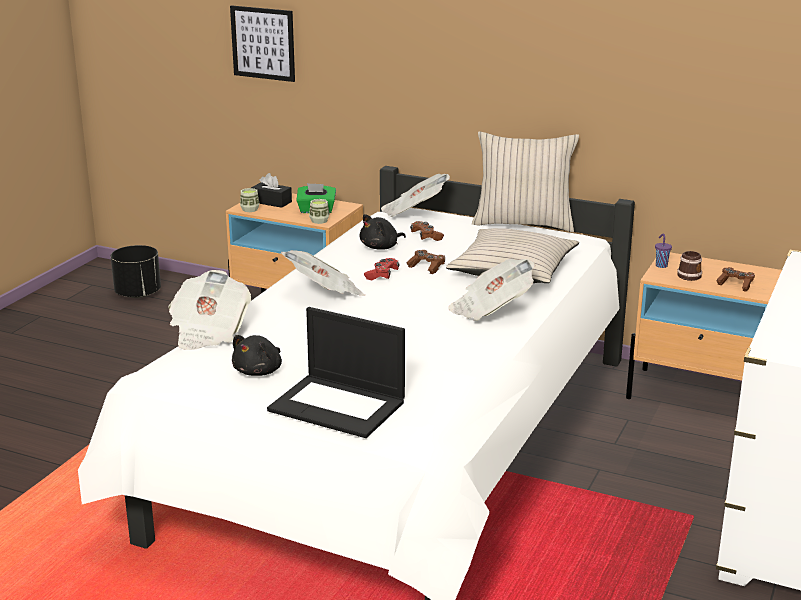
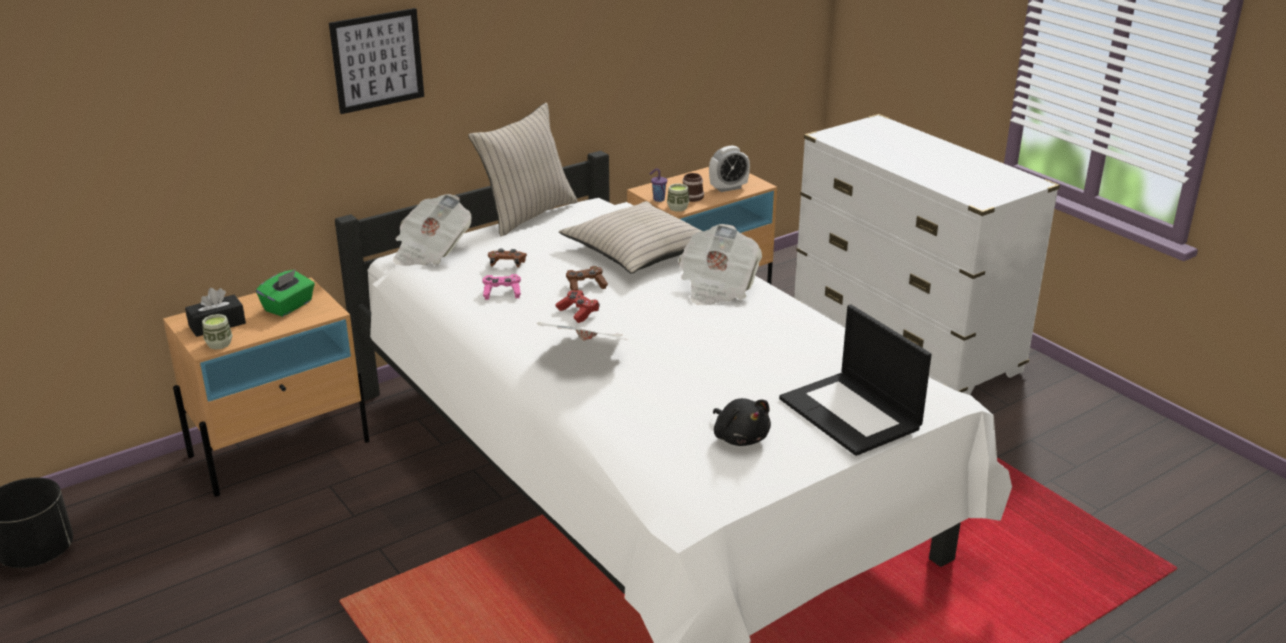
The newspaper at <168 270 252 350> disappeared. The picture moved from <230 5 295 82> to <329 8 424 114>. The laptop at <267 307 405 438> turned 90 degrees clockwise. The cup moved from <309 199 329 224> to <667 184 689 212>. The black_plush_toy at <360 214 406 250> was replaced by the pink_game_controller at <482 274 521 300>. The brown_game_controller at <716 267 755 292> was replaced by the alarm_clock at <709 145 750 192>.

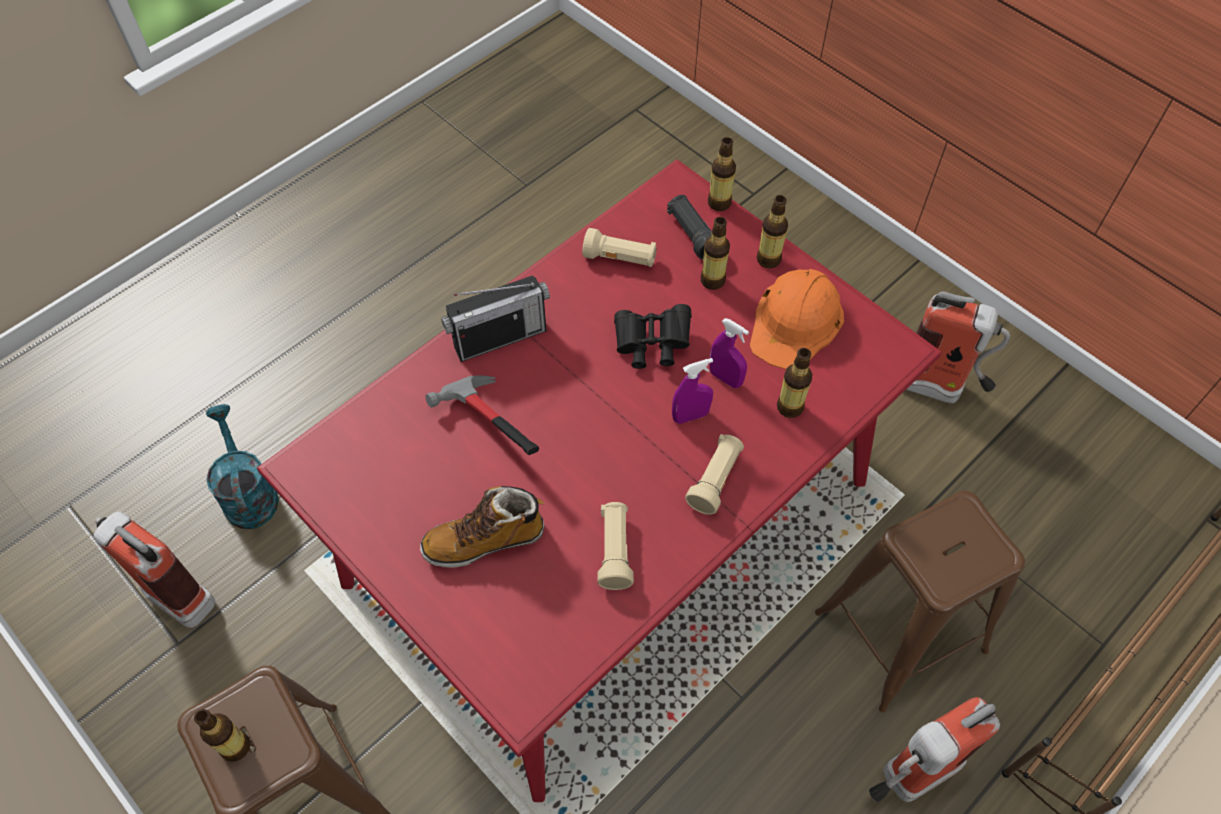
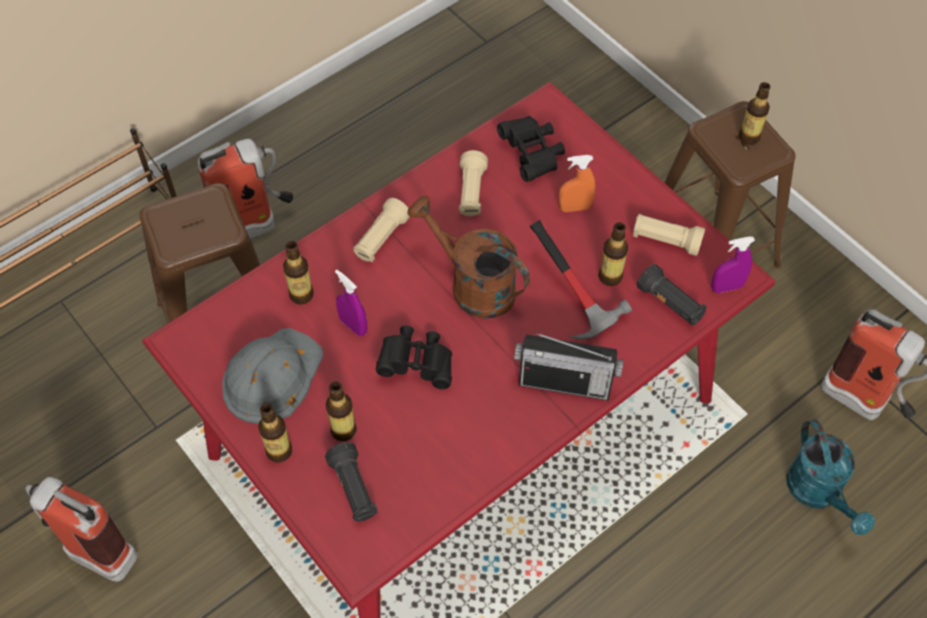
The boot at <420 486 545 568> was replaced by the orange_spray_bottle at <559 155 595 212>. The radio at <441 276 550 362> turned 150 degrees counterclockwise. The beige_flashlight moved from <582 228 656 267> to <633 214 705 256>. The purple_spray_bottle moved from <672 358 713 424> to <711 236 755 293>. The bottle moved from <708 137 736 211> to <599 222 628 286>. The orange_hard_hat at <750 269 844 369> became the grey_hard_hat at <222 328 323 424>. The brown_watering_can at <407 196 530 319> appeared. The black_binoculars at <497 116 565 182> appeared. The black_flashlight at <637 264 707 326> appeared.

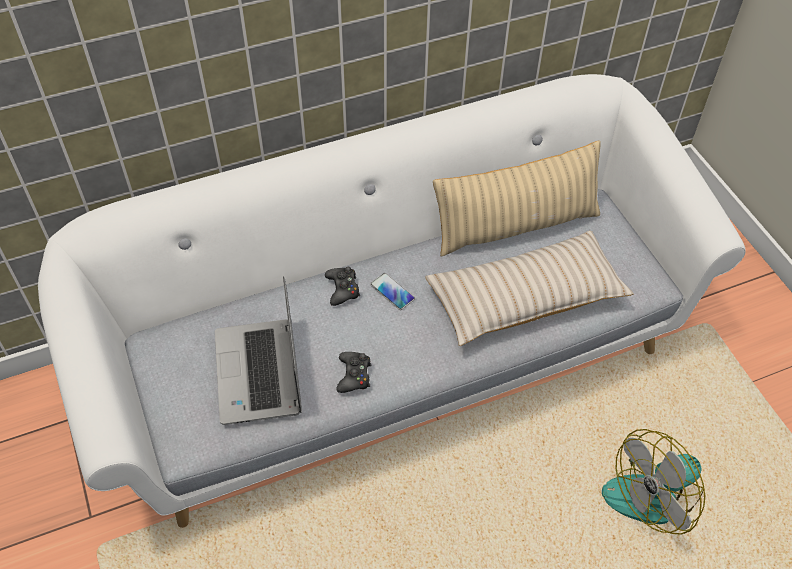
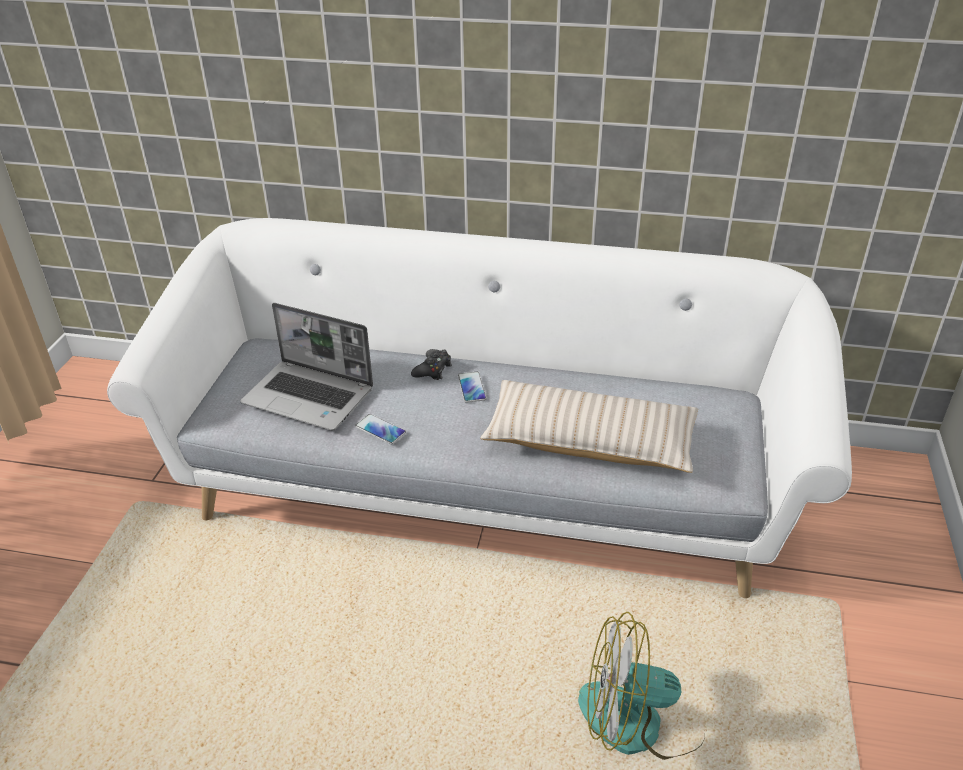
The laptop at <215 276 302 425> turned 90 degrees counterclockwise. The black_game_controller at <336 352 371 393> was replaced by the phone at <355 414 406 444>. The beige_pillow at <433 140 601 256> disappeared.

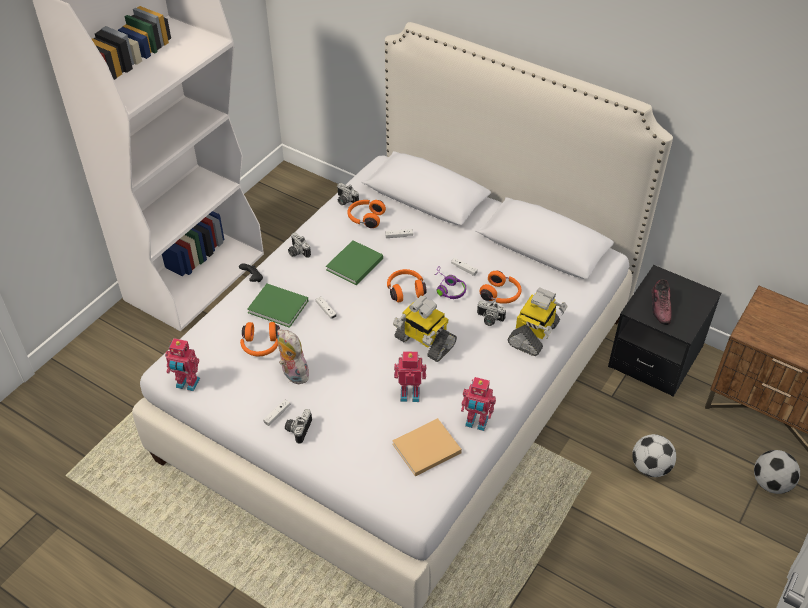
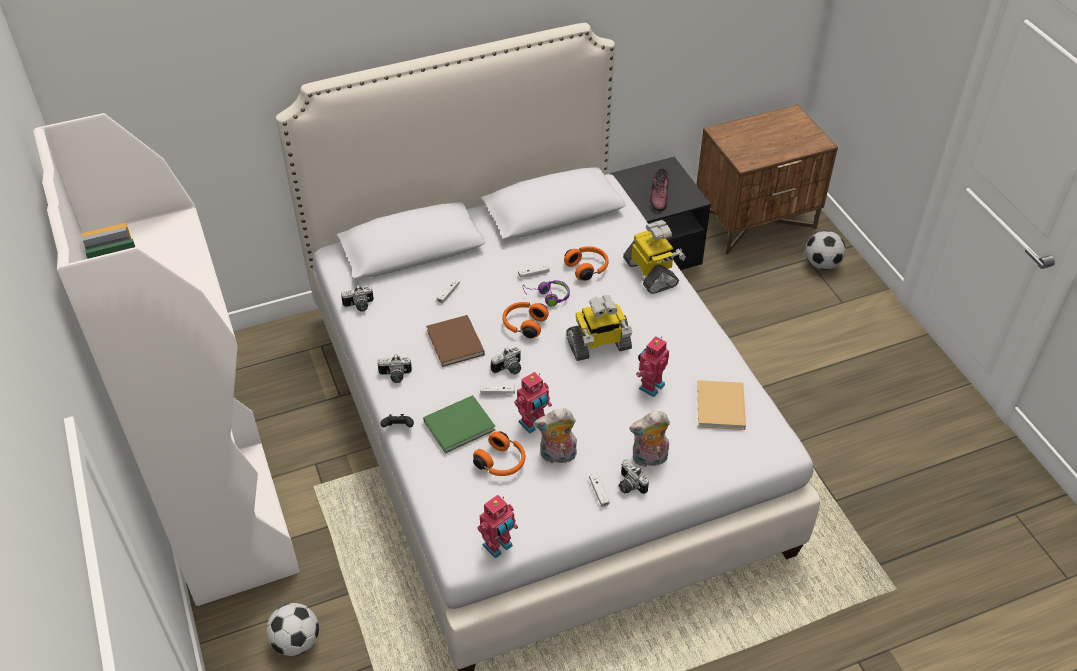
The green_book at <326 240 383 285> became the brown_book at <426 315 485 367>. The orange_headphones at <347 200 386 228> disappeared. The toy_robot moved from <461 377 496 431> to <515 372 552 434>. The photo_camera moved from <477 301 506 326> to <491 347 521 375>. The football moved from <632 434 676 477> to <266 603 319 656>. The shoe at <651 279 672 325> turned 60 degrees clockwise. The plush_toy at <629 411 670 467> appeared.

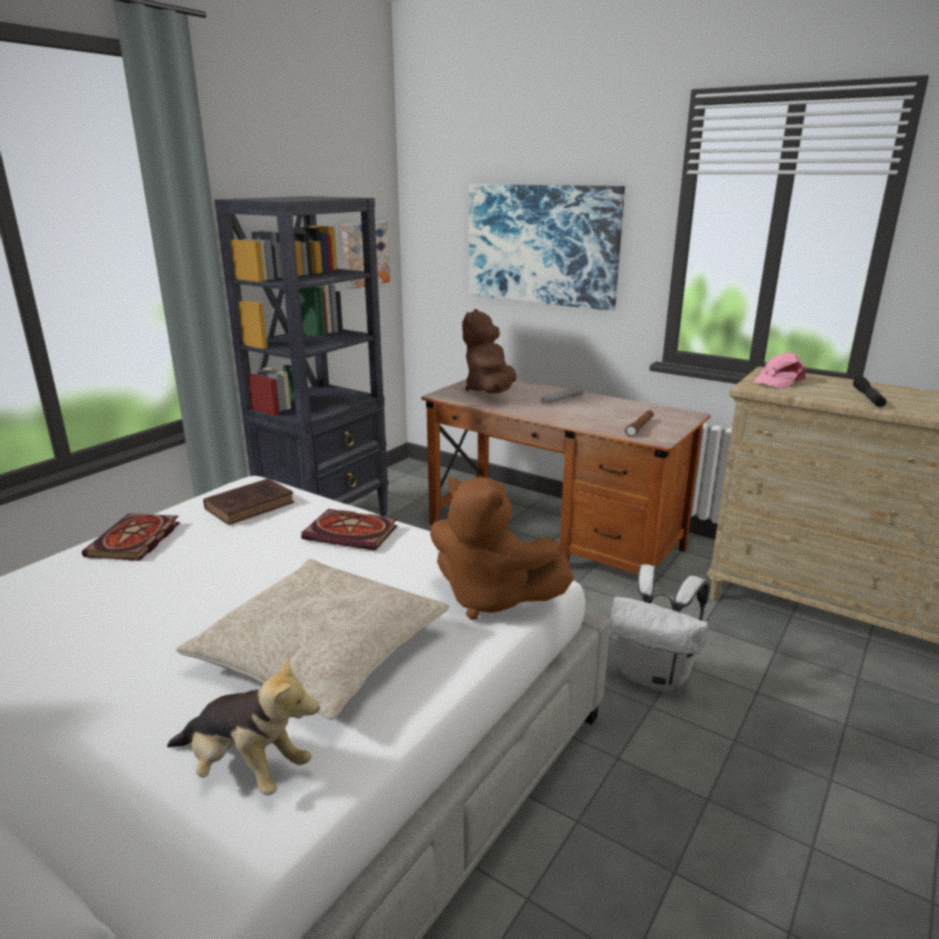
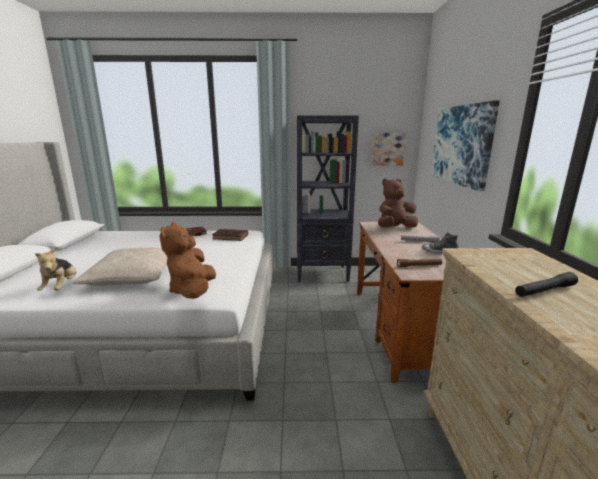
The book at <301 509 398 551> disappeared. The white_backpack at <610 565 709 692> disappeared. The pink_cap at <753 352 806 389> disappeared. The shoe at <422 232 458 254> appeared.

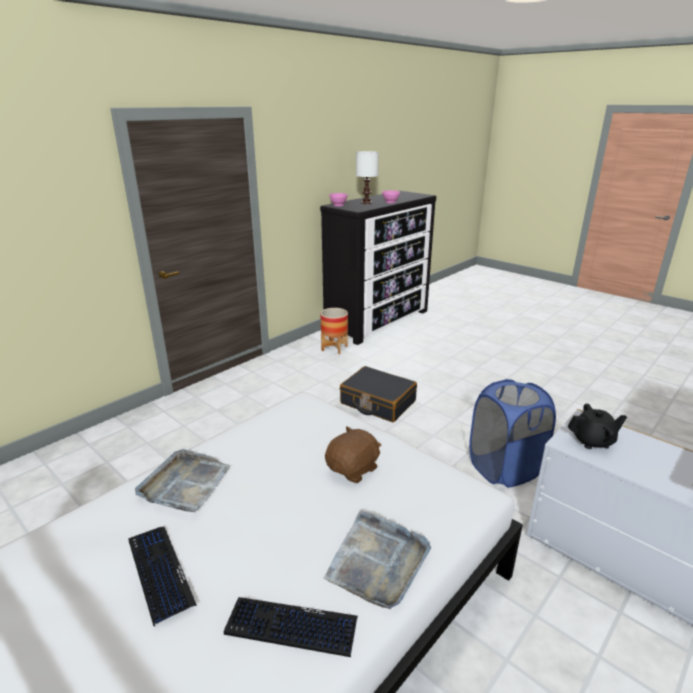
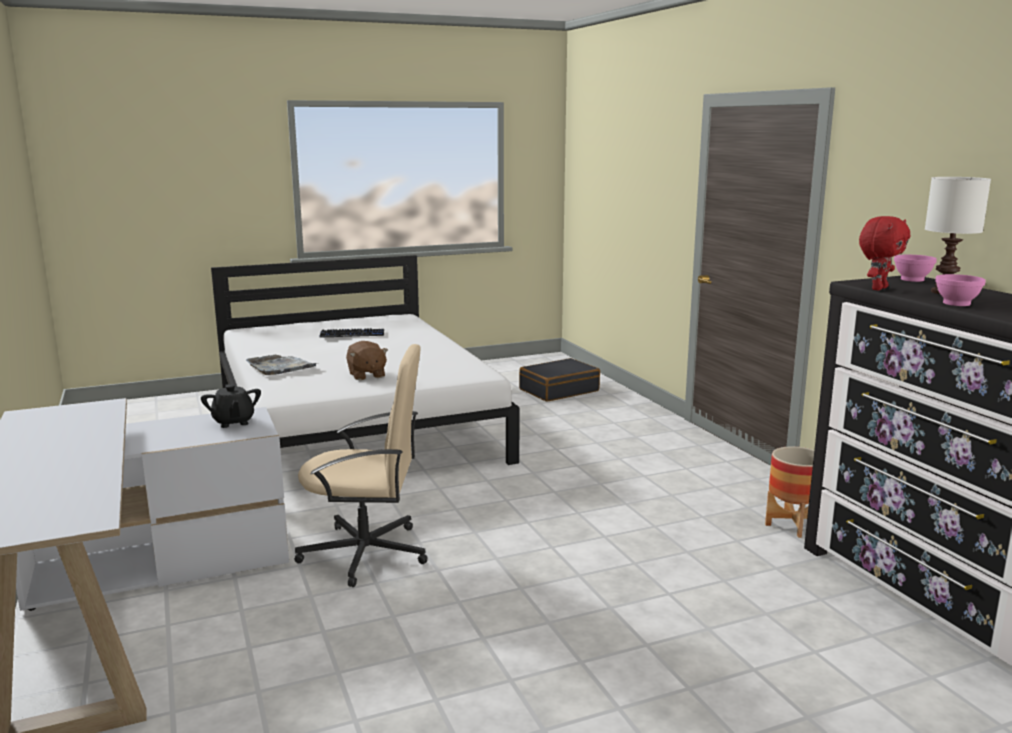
The grey_tray at <135 449 230 512> disappeared. The keyboard at <224 597 358 657> disappeared. The black_suitcase moved from <340 366 417 422> to <519 358 600 402>. The blue_laundry_basket at <469 379 556 487> was replaced by the beige_office_chair at <294 344 428 587>. The black_teapot at <568 403 627 449> turned 45 degrees counterclockwise. The red_plush_toy at <859 216 910 290> appeared.

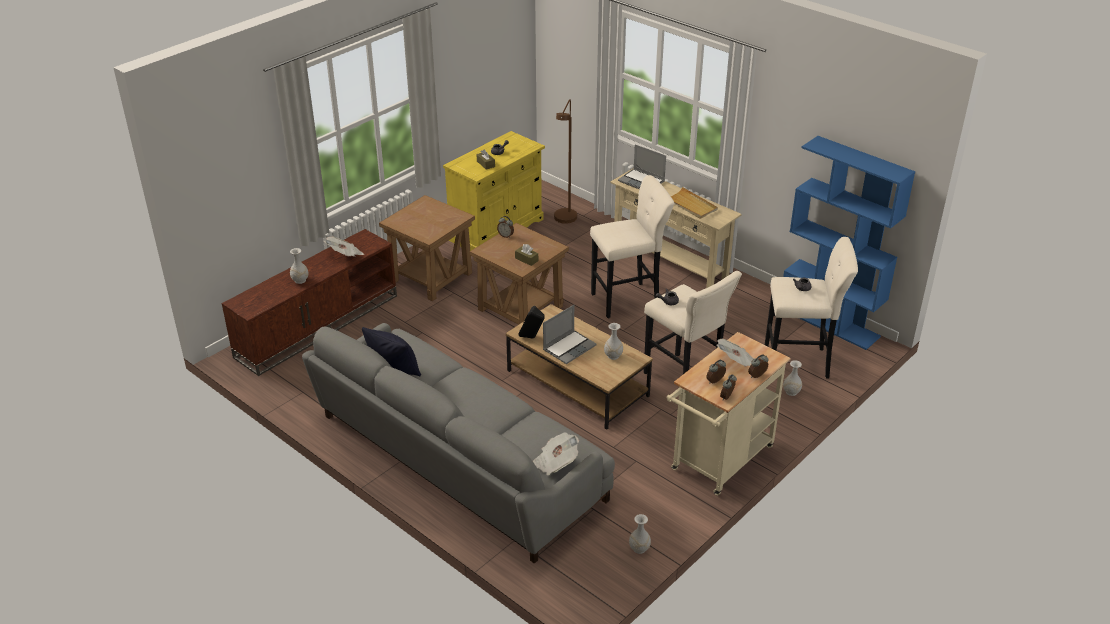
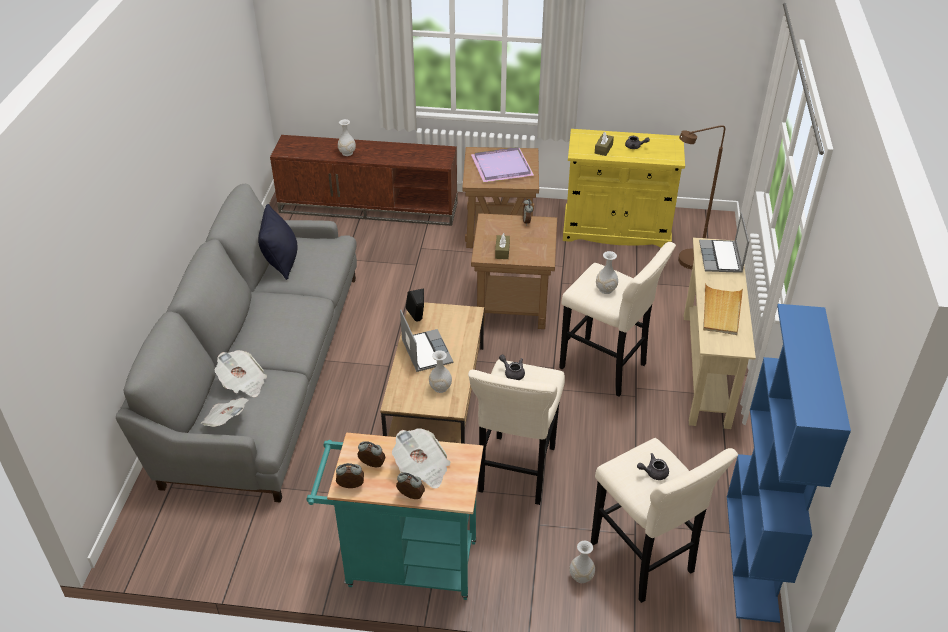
The newspaper moved from <324 237 364 257> to <214 350 267 397>. The laptop at <543 305 597 364> turned 120 degrees counterclockwise. The white_vase moved from <629 514 651 554> to <596 251 618 294>. The beige_cart at <666 332 790 496> became the turquoise_cart at <306 432 483 600>. The purple_tray at <471 147 534 183> appeared.

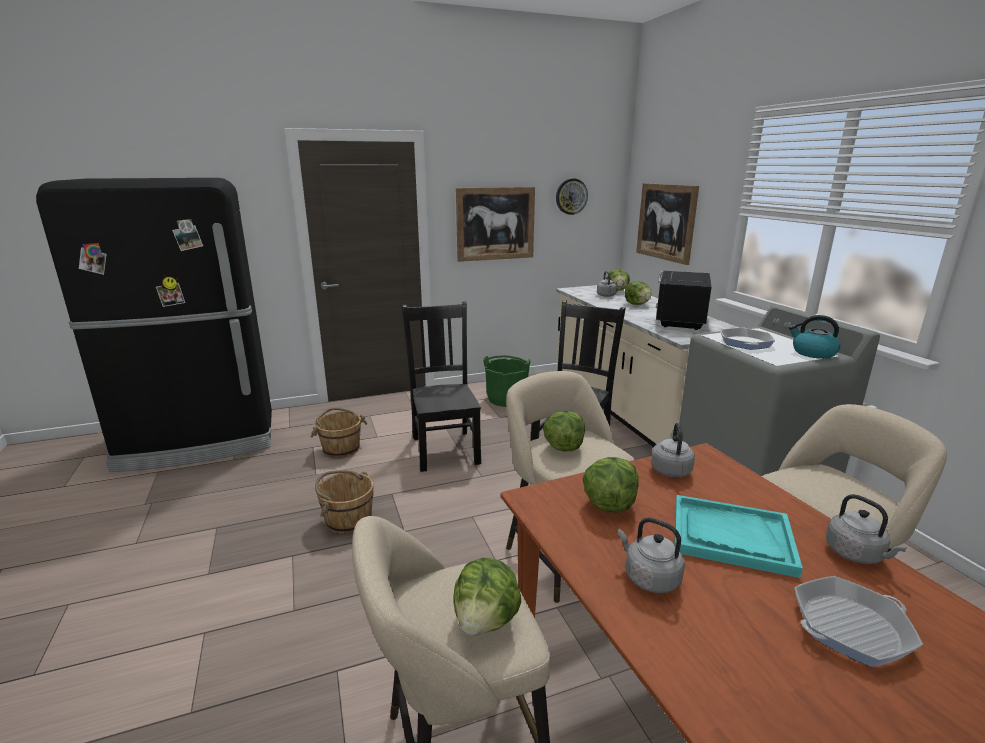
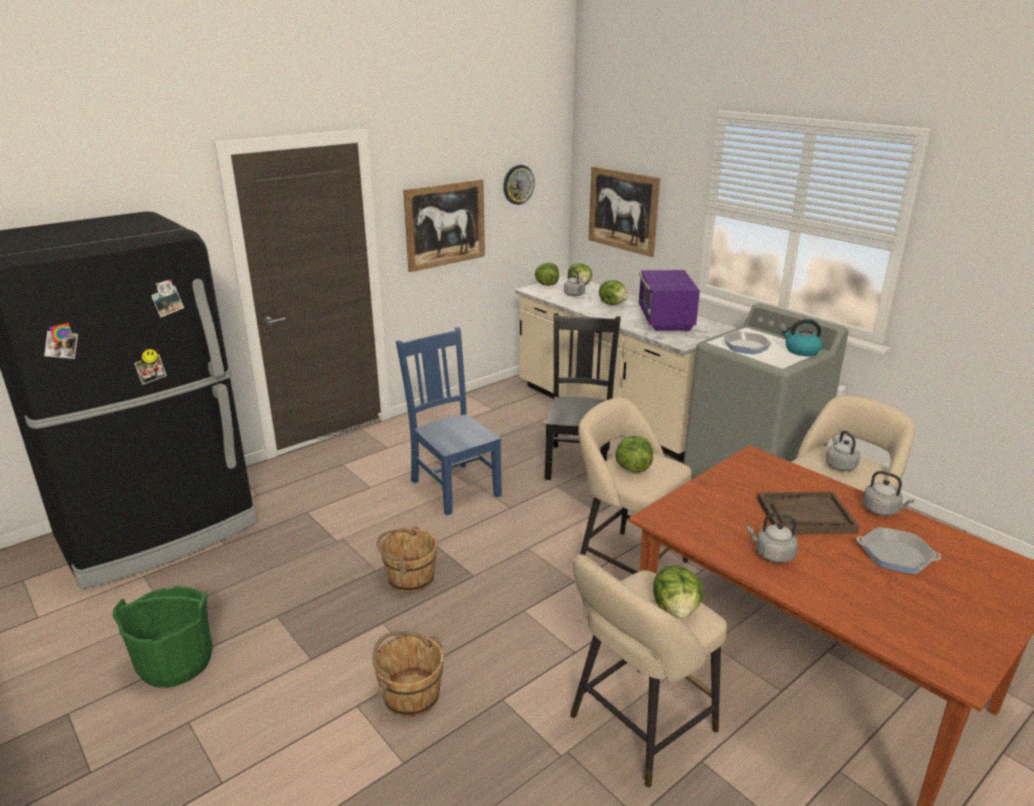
The brown_bucket moved from <311 408 367 458> to <372 631 444 717>. The black_chair at <402 301 481 472> became the blue_chair at <396 327 502 516>. The green_bucket moved from <483 355 530 407> to <113 586 213 688>. The lettuce moved from <583 457 639 513> to <535 262 559 286>. The grey_kettle moved from <651 423 695 478> to <826 431 860 471>. The black_microwave at <656 271 712 330> became the purple_microwave at <638 270 700 331>. The turquoise_tray at <674 495 803 578> became the brown_tray at <757 492 859 534>. The frying_pan at <794 576 923 667> turned 120 degrees counterclockwise.

